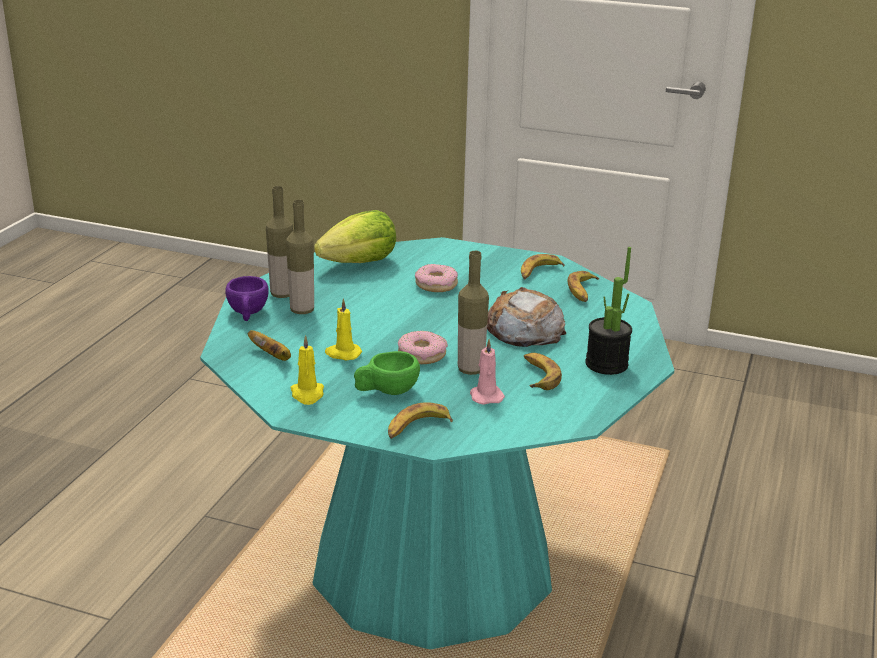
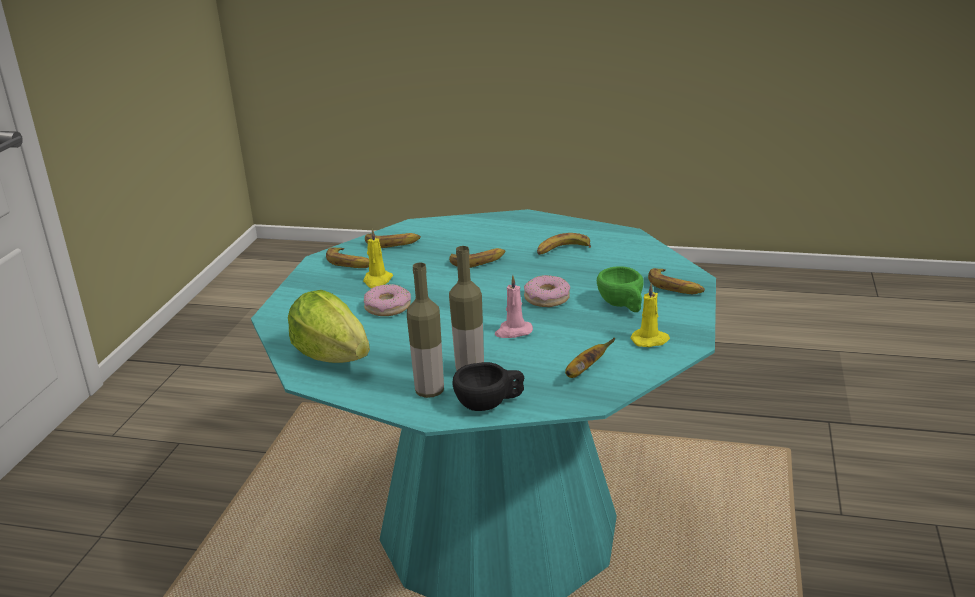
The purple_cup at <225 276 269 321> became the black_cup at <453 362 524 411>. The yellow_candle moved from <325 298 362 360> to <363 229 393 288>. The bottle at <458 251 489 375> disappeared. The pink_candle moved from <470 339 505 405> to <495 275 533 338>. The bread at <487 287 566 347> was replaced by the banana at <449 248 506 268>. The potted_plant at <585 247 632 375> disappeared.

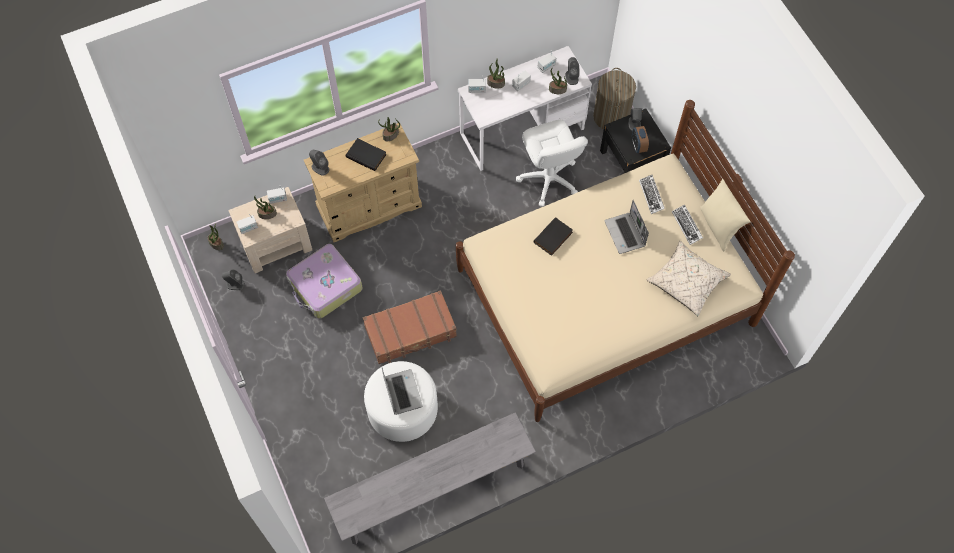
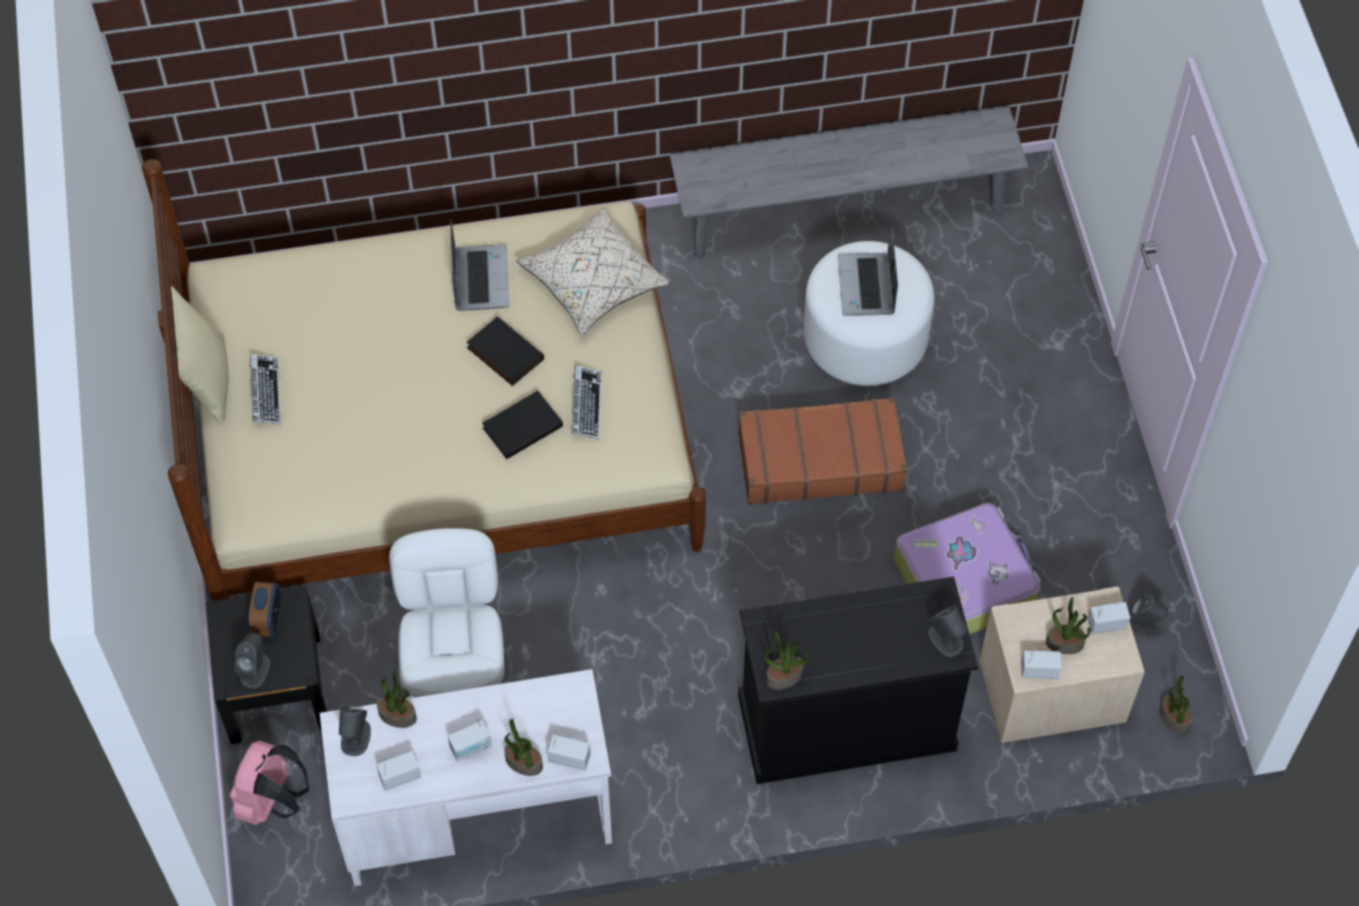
The beige_dresser at <304 122 422 242> became the black_dresser at <738 576 978 784>. The black_book moved from <346 138 387 171> to <466 316 544 386>. The laundry_basket at <593 68 636 129> was replaced by the pink_backpack at <230 741 309 825>. The laptop moved from <605 200 649 254> to <450 219 510 311>. The keyboard moved from <639 175 665 214> to <571 365 601 440>. The beige_pillow moved from <647 241 731 316> to <516 207 669 336>.

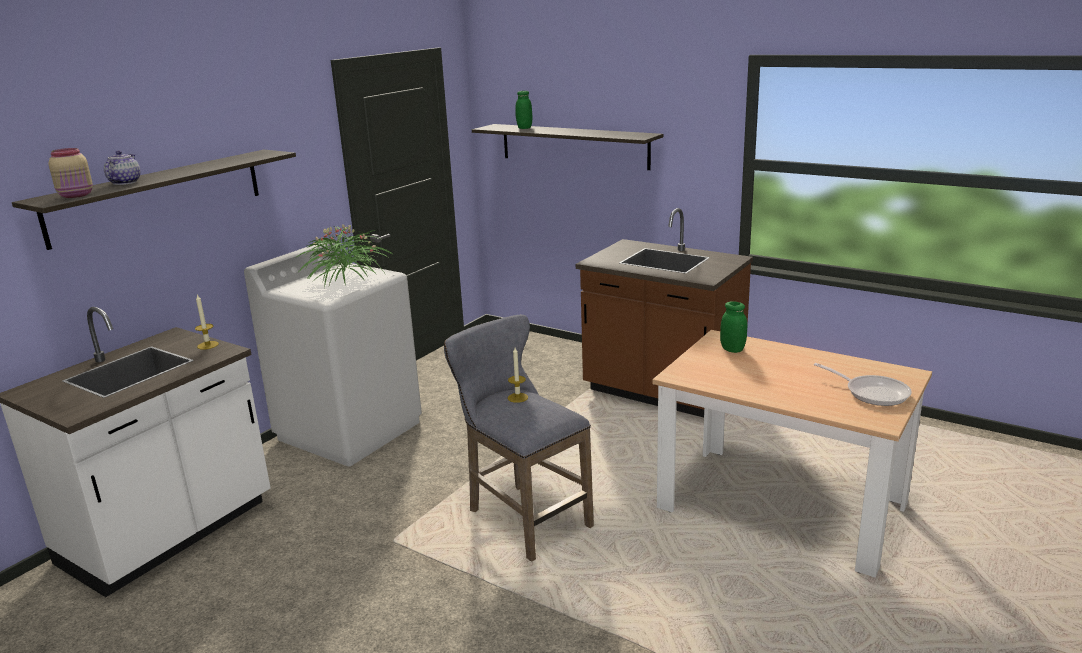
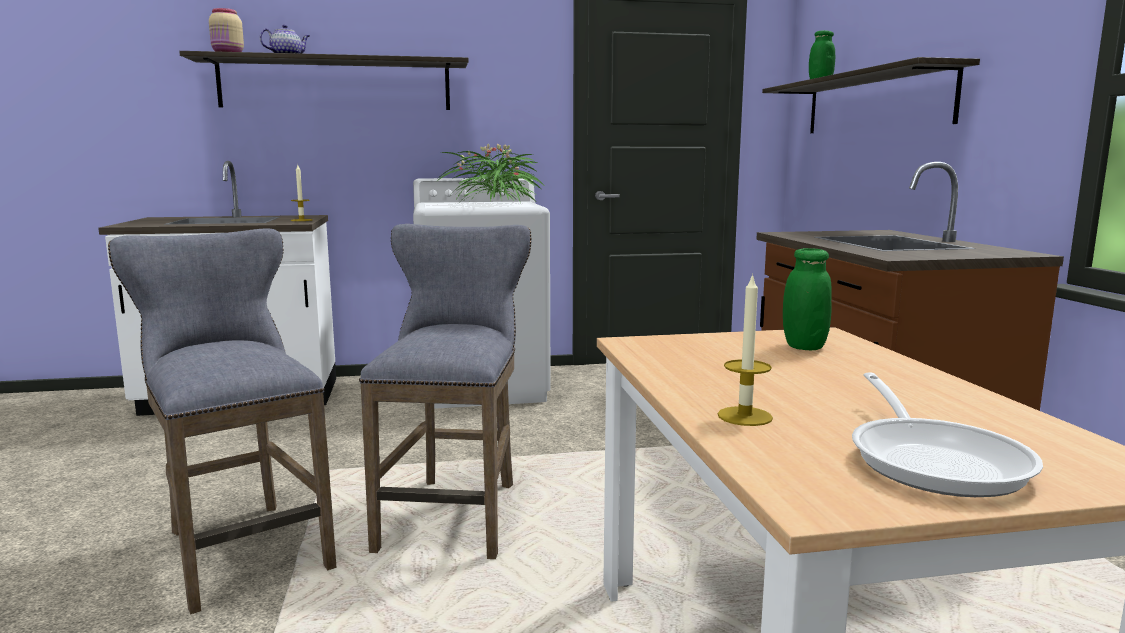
The candle moved from <508 348 528 403> to <718 273 773 426>. The grey_stool at <108 228 337 614> appeared.

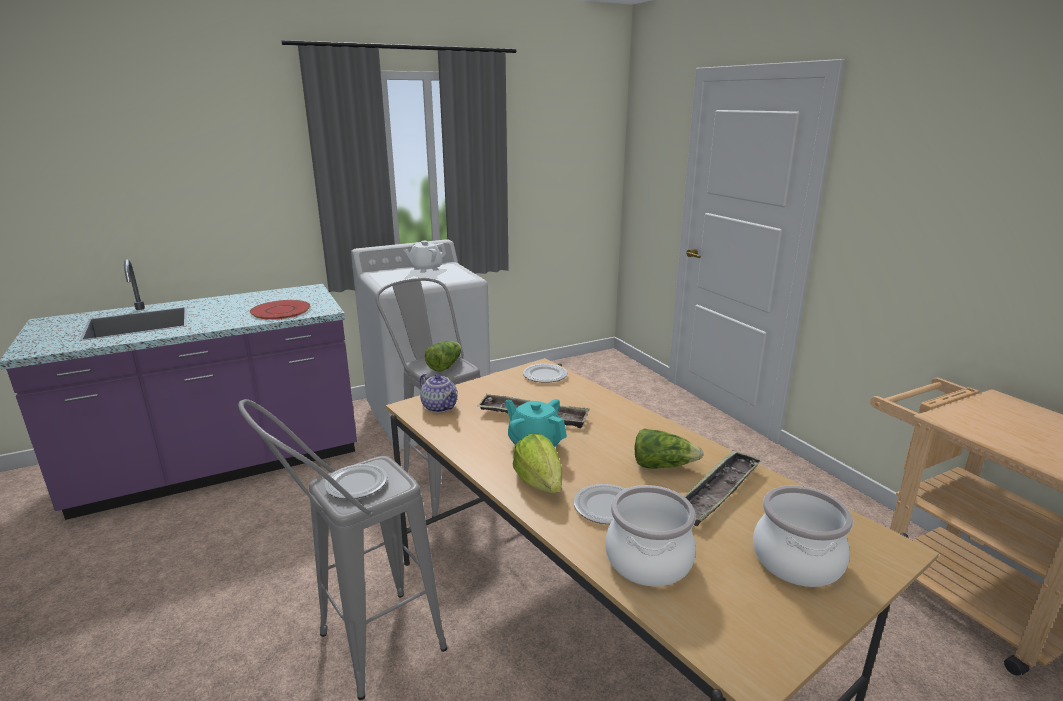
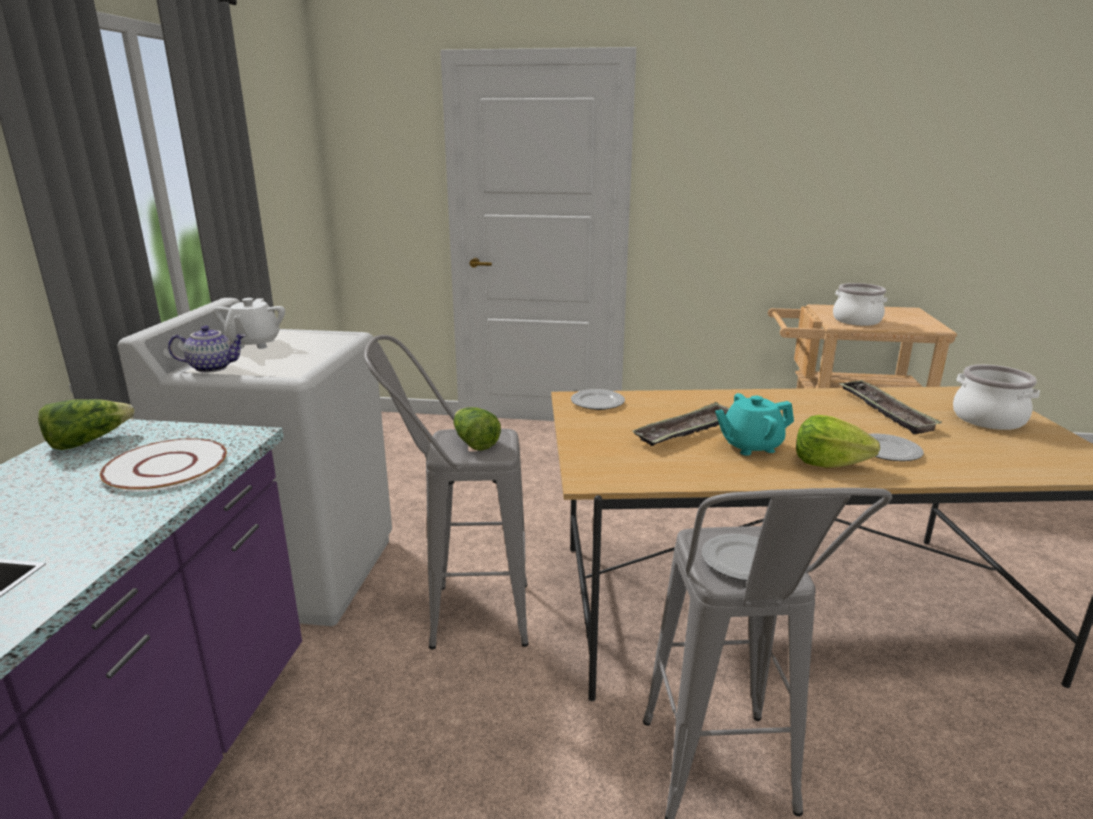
The red_plate at <250 300 310 320> became the white_plate at <100 438 227 492>. The teapot moved from <420 374 458 413> to <168 325 246 373>. The cooking_pot moved from <605 485 696 587> to <833 283 888 326>. The lettuce moved from <634 428 703 469> to <38 399 134 450>.

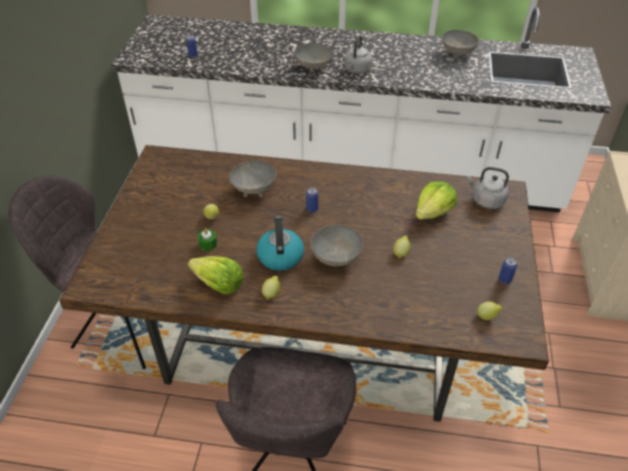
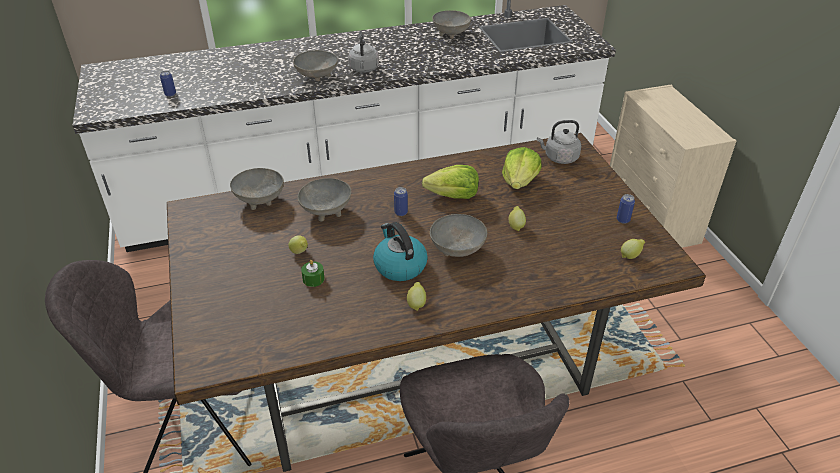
The lettuce moved from <188 256 244 295> to <422 165 479 199>. The grey_bowl at <230 168 284 210> appeared.

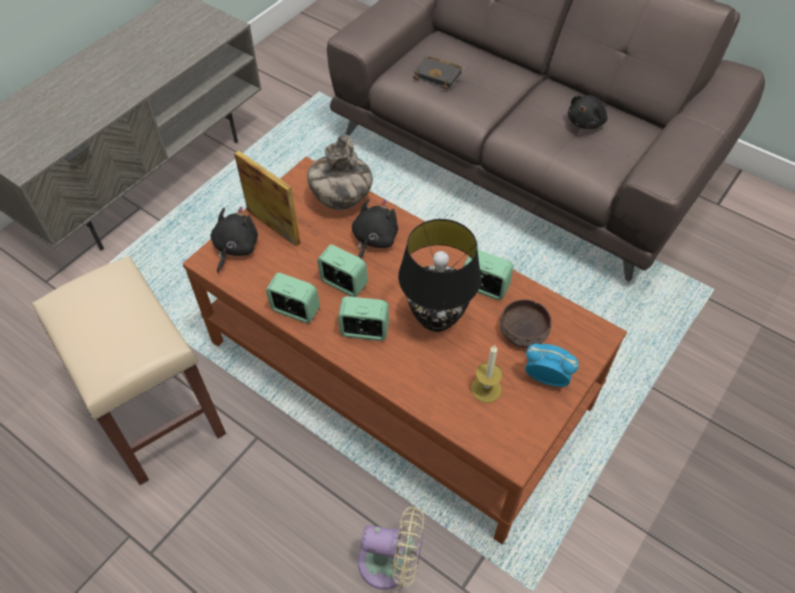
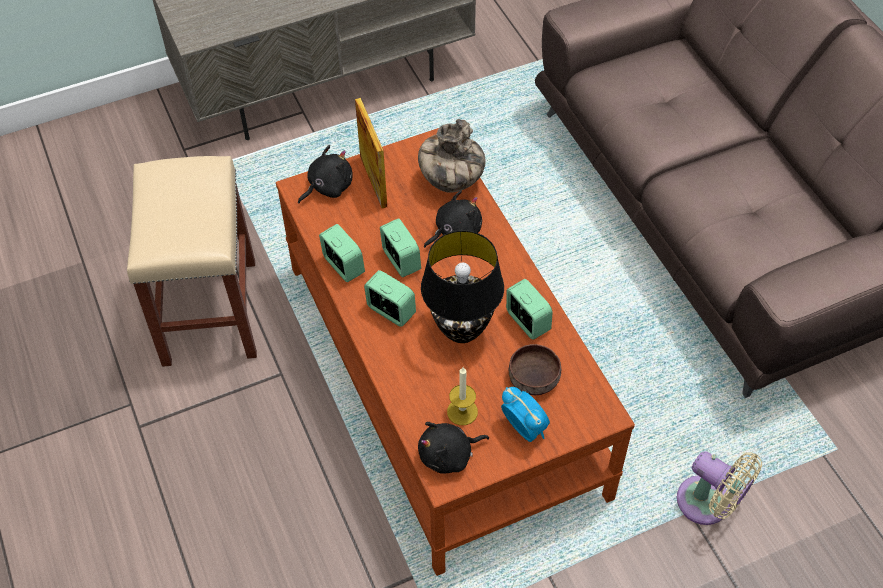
The beige_fan moved from <358 506 424 590> to <677 451 762 525>. The black_book at <413 56 462 90> disappeared. The black_plush_toy moved from <568 95 608 129> to <418 422 489 474>.

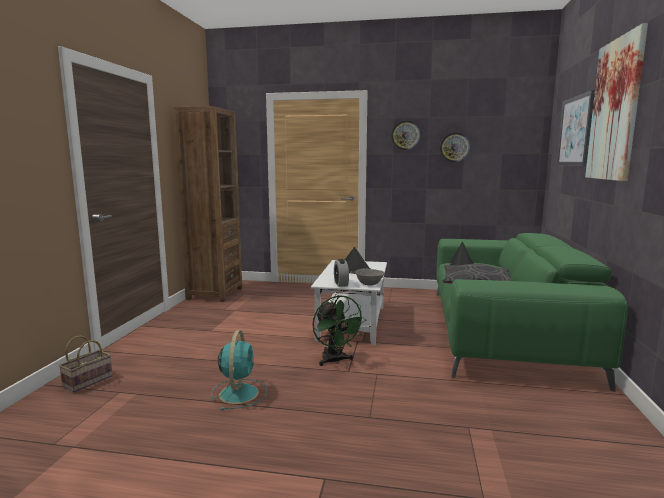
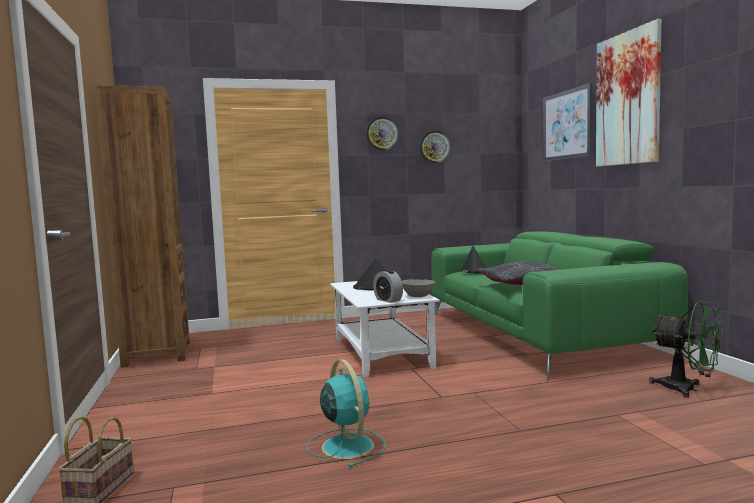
The green_fan moved from <312 295 366 366> to <649 301 723 398>.

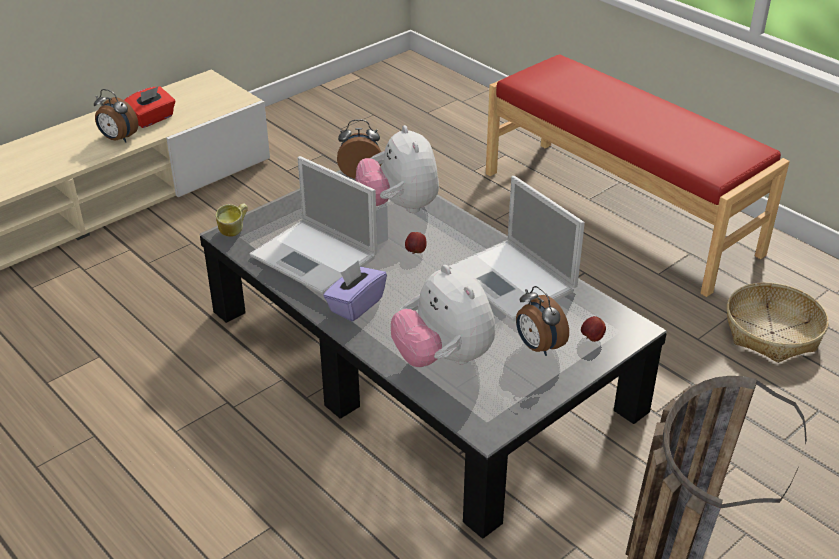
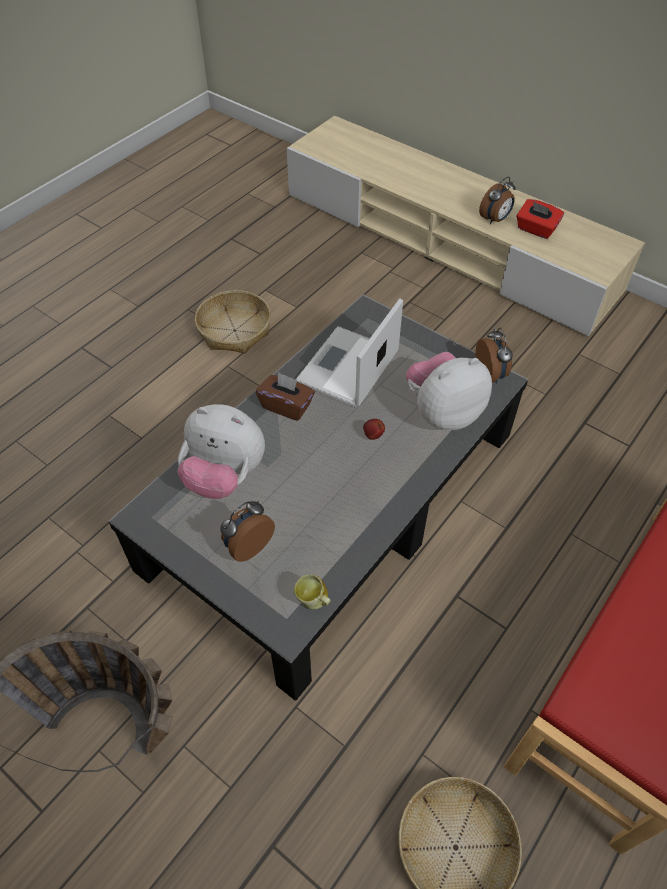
The alarm_clock at <94 89 138 142> turned 150 degrees counterclockwise. The mug moved from <216 203 248 237> to <294 574 331 610>. The purple_tissue_box at <323 261 387 321> became the brown_tissue_box at <256 372 315 421>. The plush_toy at <391 265 495 367> turned 120 degrees counterclockwise. The laptop at <448 176 585 321> disappeared. The apple at <581 316 606 342> disappeared. The basket at <195 290 271 354> appeared.

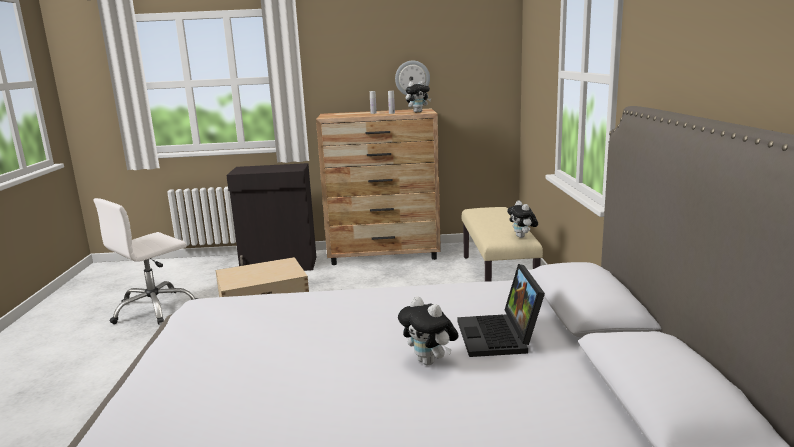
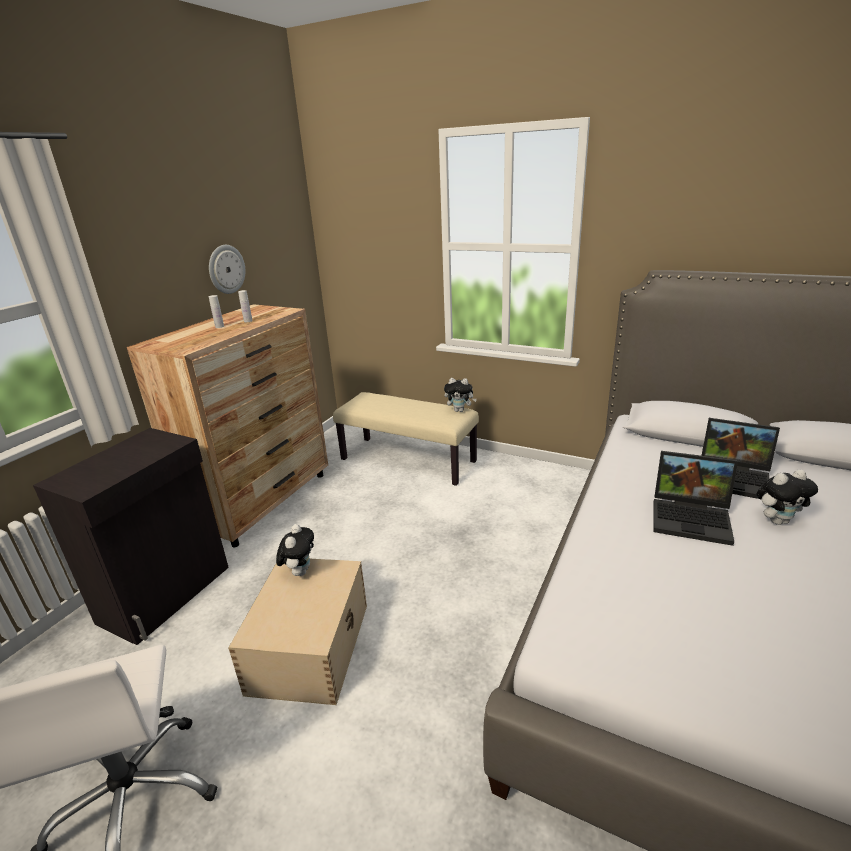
The plush_toy moved from <406 81 431 113> to <276 524 314 576>. The laptop at <653 451 738 546> appeared.

